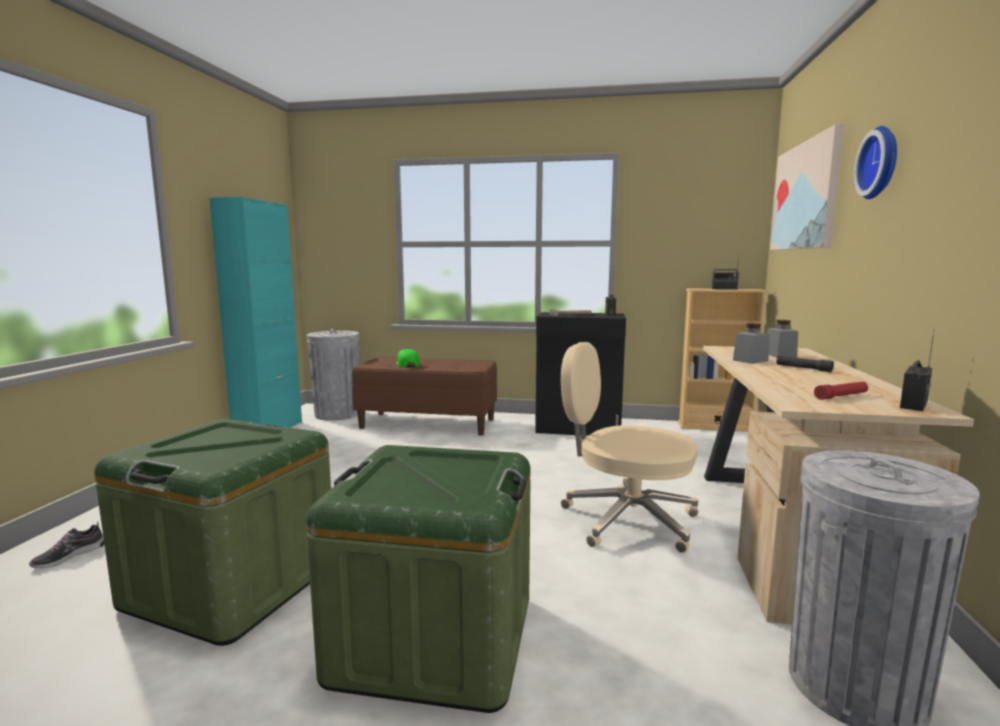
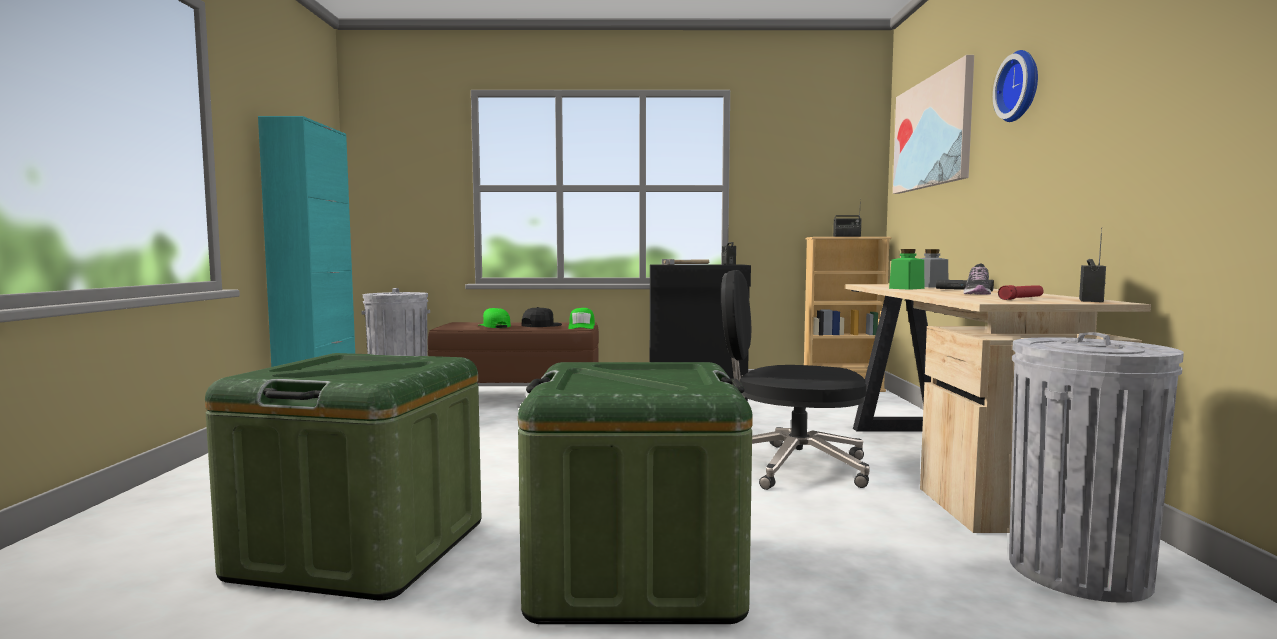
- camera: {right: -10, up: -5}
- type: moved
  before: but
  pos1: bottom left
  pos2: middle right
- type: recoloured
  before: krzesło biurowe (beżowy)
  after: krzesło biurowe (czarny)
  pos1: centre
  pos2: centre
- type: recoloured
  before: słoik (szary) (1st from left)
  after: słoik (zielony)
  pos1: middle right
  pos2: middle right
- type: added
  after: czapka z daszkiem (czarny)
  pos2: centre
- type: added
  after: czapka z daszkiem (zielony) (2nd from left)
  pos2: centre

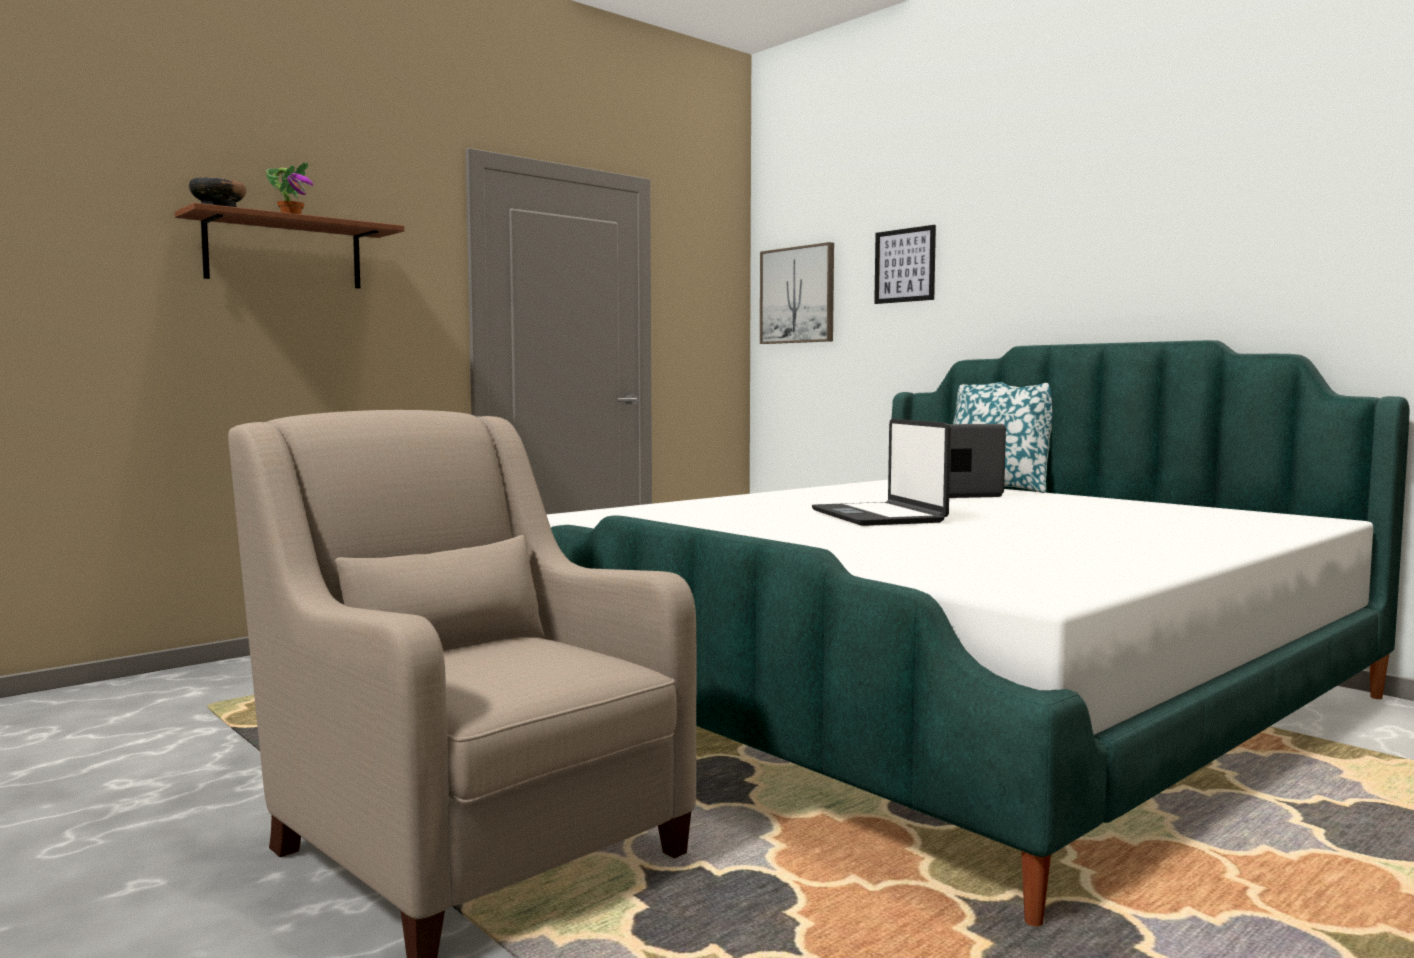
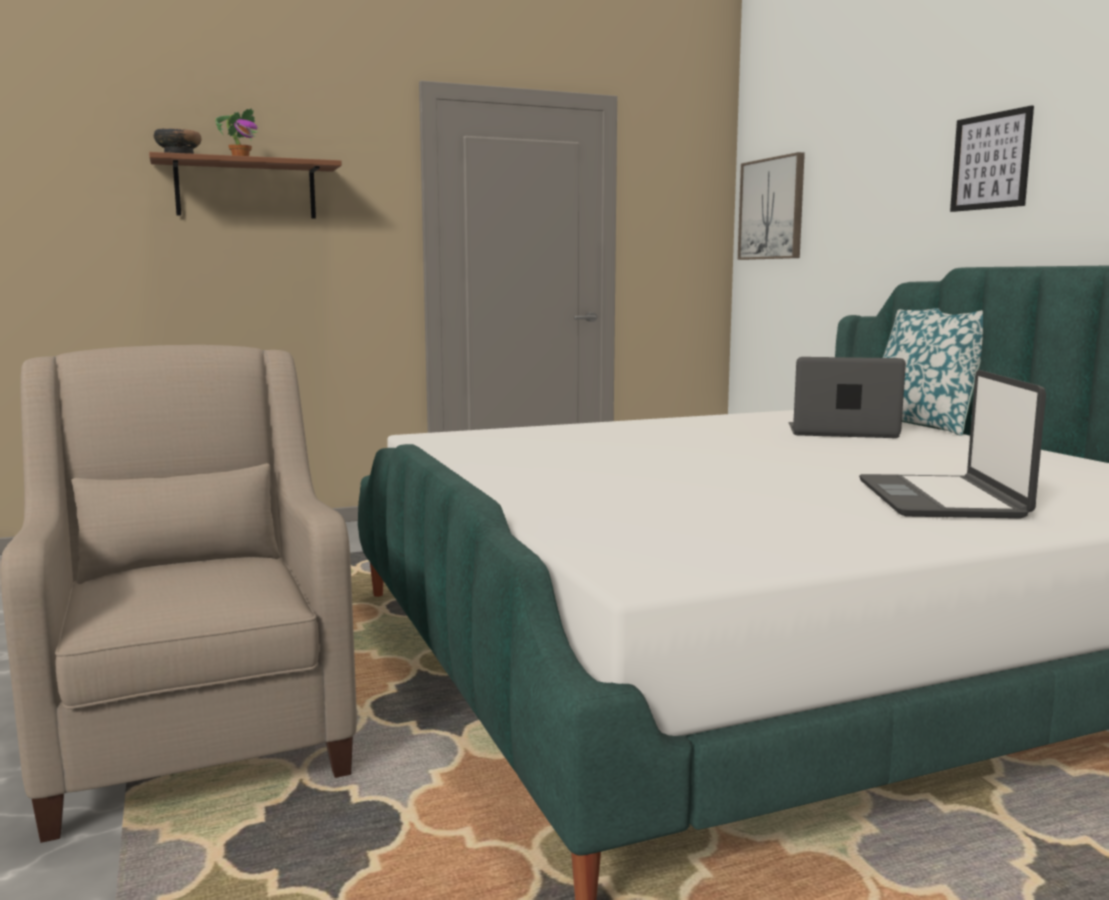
- camera: {right: 20, up: 5}
- type: moved
  before: laptop (1st from left in the first image)
  after: laptop (2nd from left)
  pos1: centre
  pos2: middle right
- type: moved
  before: obraz (2nd from left)
  pos1: top centre
  pos2: top right

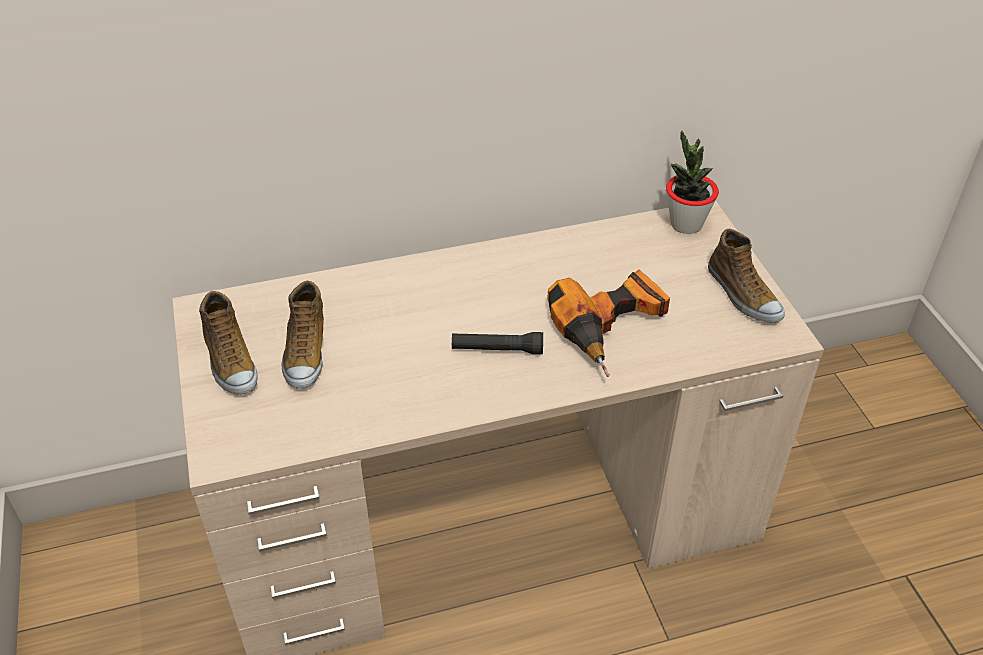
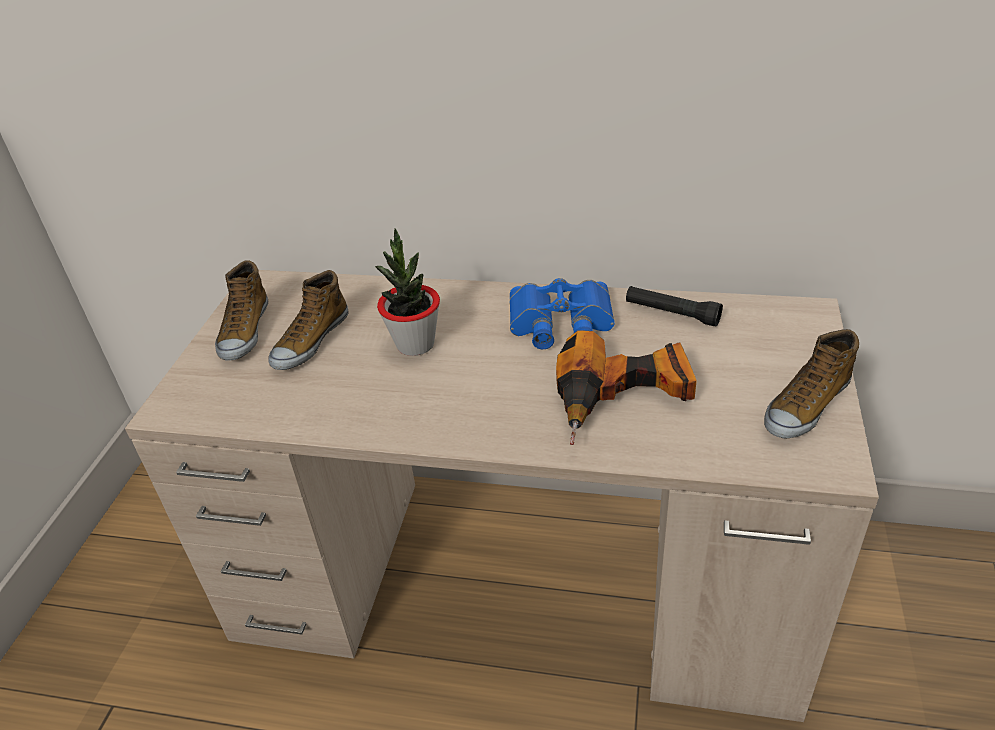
- camera: {right: 30, up: -5}
- type: moved
  before: latarka (czarny)
  pos1: centre
  pos2: middle right
- type: moved
  before: roślina doniczkowa
  pos1: top right
  pos2: centre
- type: turned
  before: but (3rd from left)
  pos1: middle right
  pos2: middle right
  turn: 45
- type: added
  after: lornetka (niebieski)
  pos2: centre

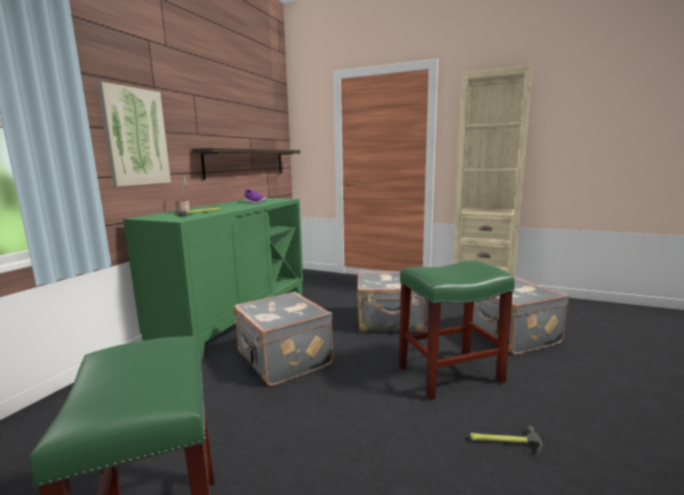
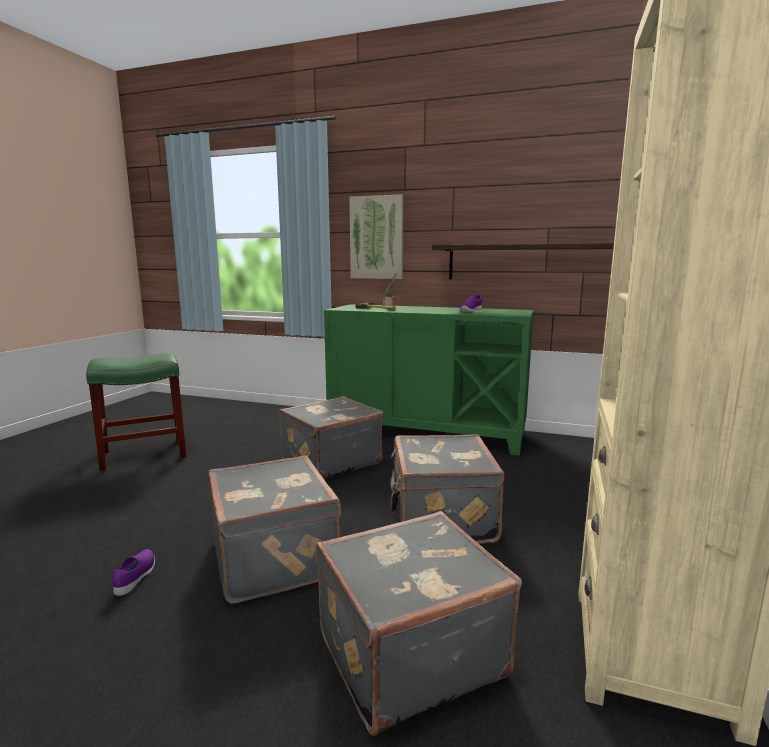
- camera: {right: 85, up: 0}
- type: replaced
  before: stołek (zielony) (2nd from left)
  after: walizka (szary) (1st from left)
  pos1: bottom right
  pos2: bottom centre
- type: replaced
  before: młotek (2nd from left)
  after: but (fioletowy) (1st from left)
  pos1: bottom right
  pos2: bottom left

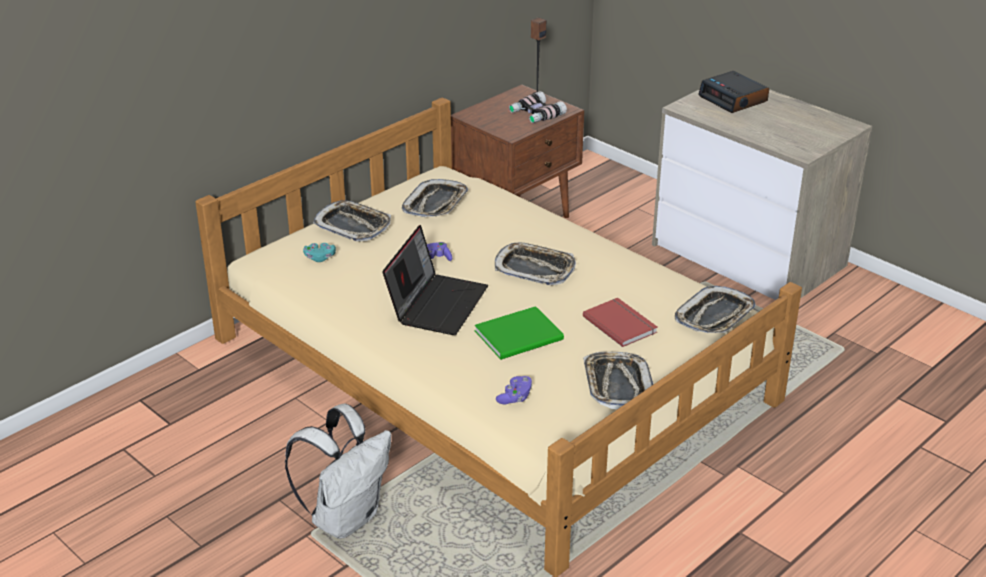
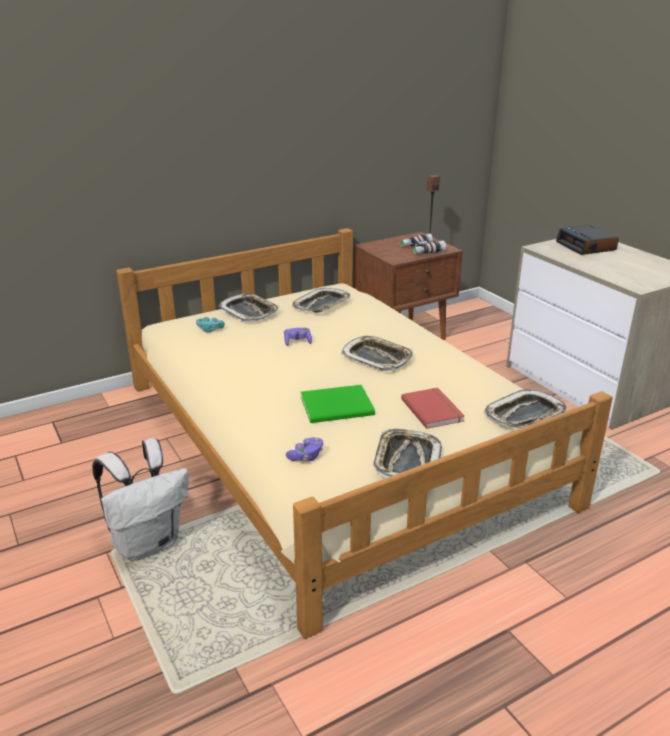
- camera: {right: 15, up: -5}
- type: removed
  before: laptop
  pos1: centre

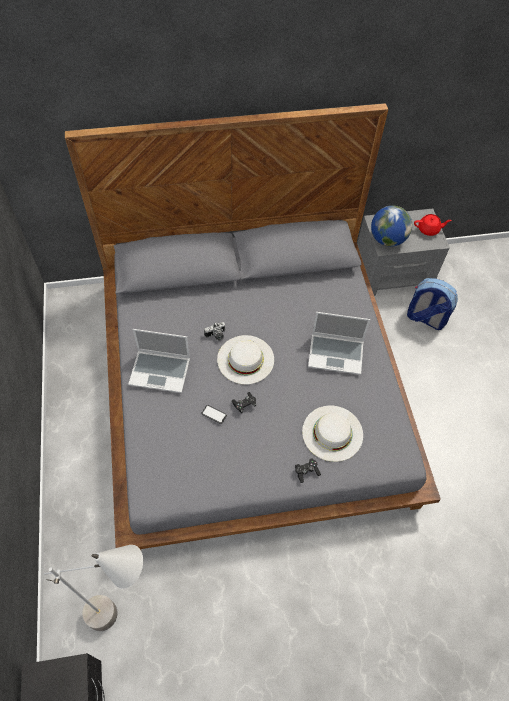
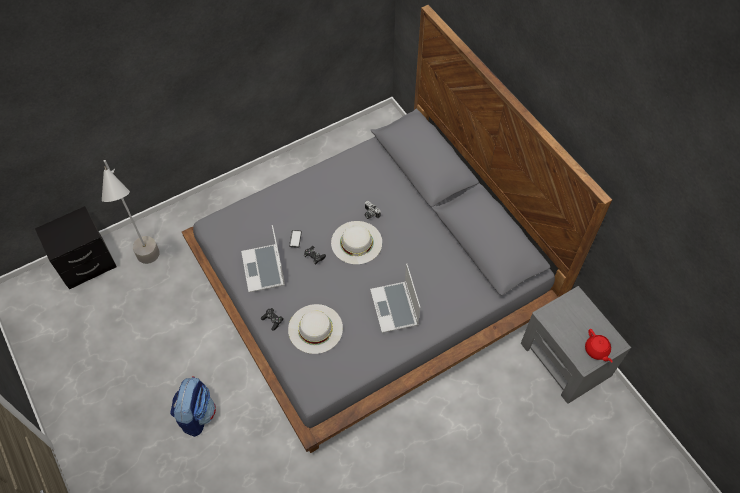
- camera: {right: 70, up: 0}
- type: moved
  before: laptop (1st from left)
  pos1: middle left
  pos2: centre
- type: removed
  before: globus
  pos1: top right
- type: moved
  before: plecak
  pos1: middle right
  pos2: bottom left

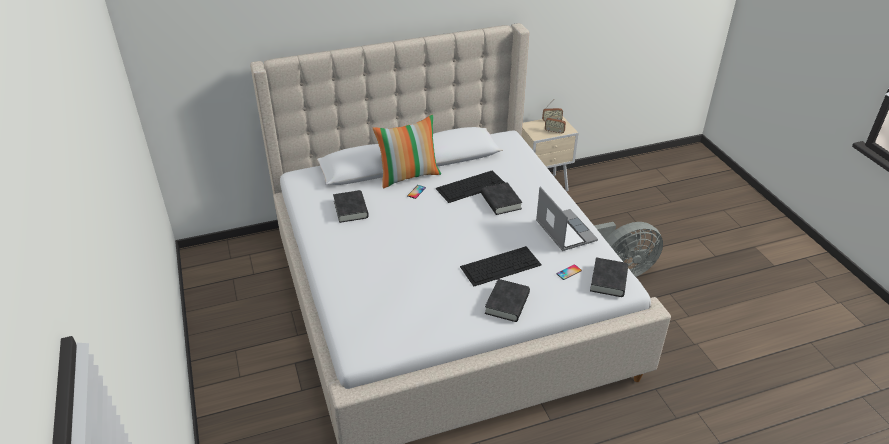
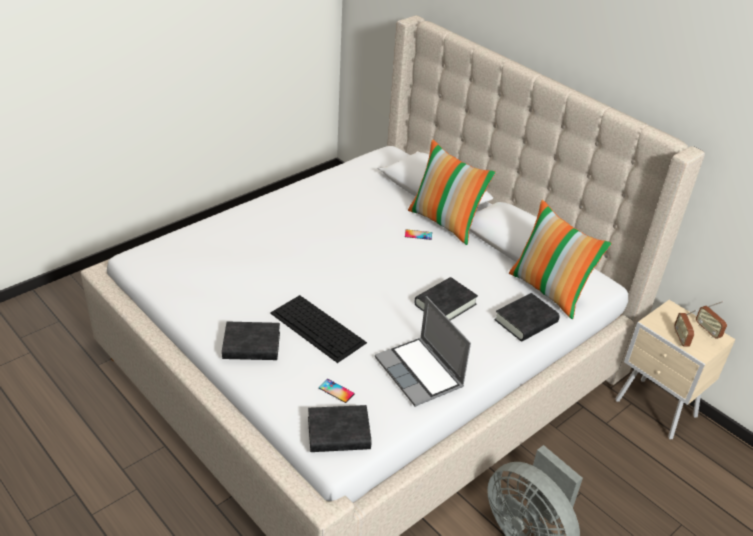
- camera: {right: 65, up: 0}
- type: moved
  before: książka (czarny) (1st from left in the first image)
  after: książka (czarny) (4th from left)
  pos1: centre
  pos2: middle right
- type: removed
  before: klawiatura (1st from left)
  pos1: centre
- type: turned
  before: laptop
  pos1: centre
  pos2: centre
  turn: 105
- type: added
  after: poduszka (2nd from left)
  pos2: middle right

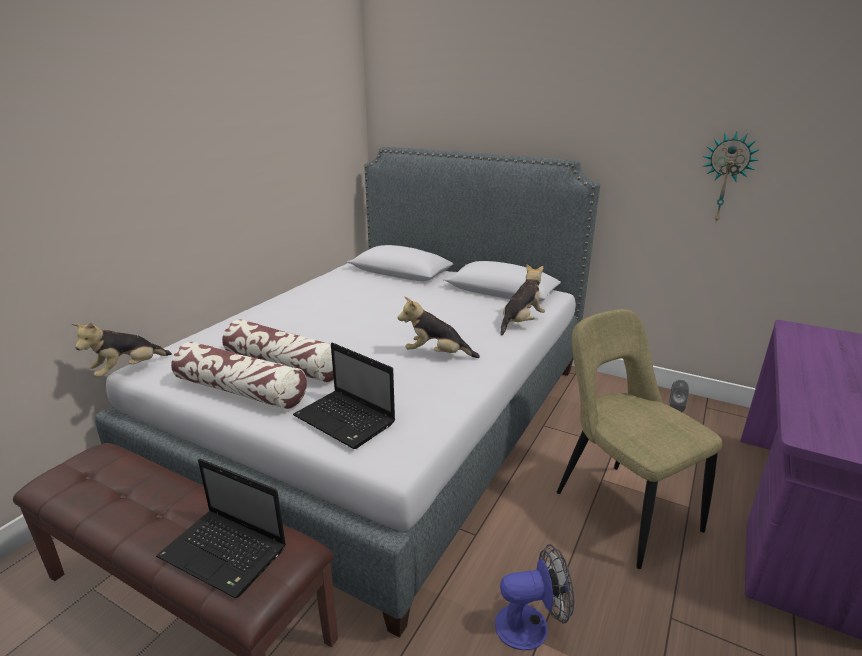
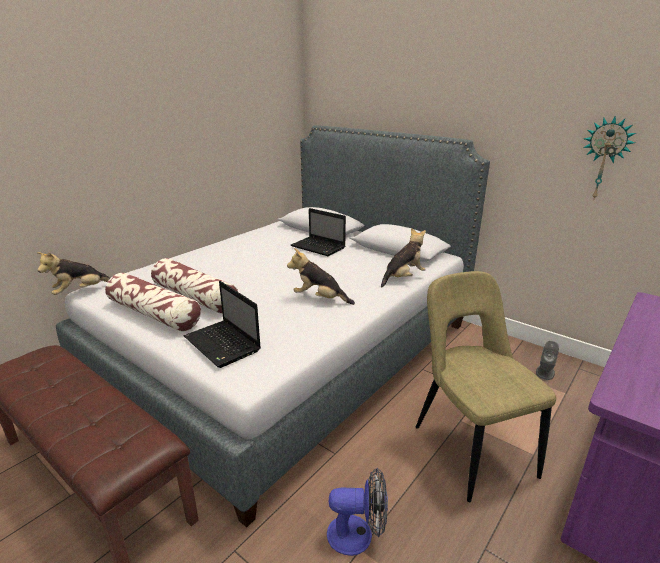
- camera: {right: 10, up: 0}
- type: moved
  before: laptop (1st from left in the first image)
  after: laptop (2nd from left)
  pos1: bottom left
  pos2: centre

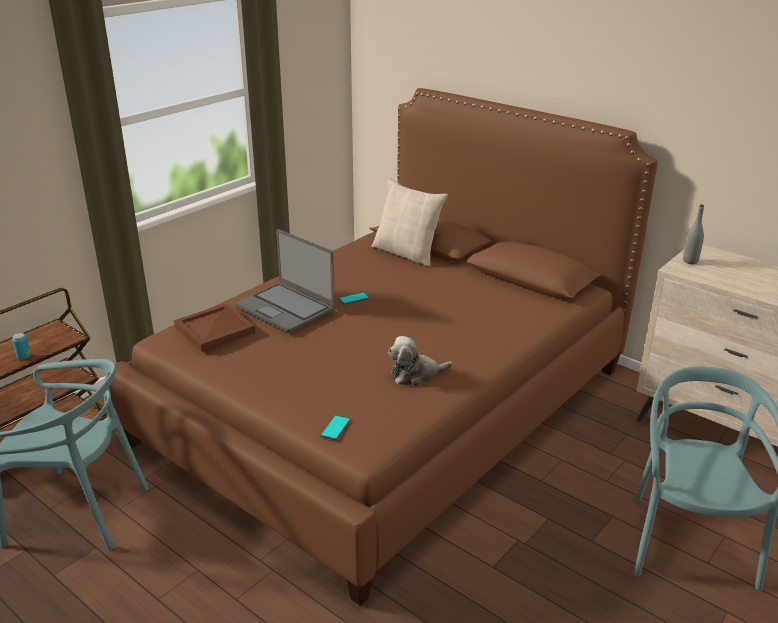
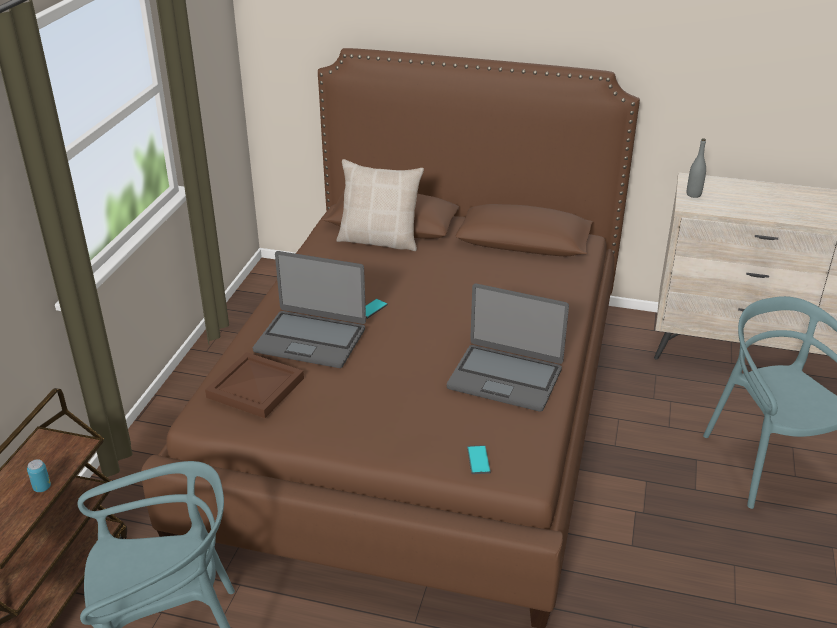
- camera: {right: -25, up: 5}
- type: replaced
  before: pluszak
  after: laptop (2nd from left)
  pos1: centre
  pos2: centre

